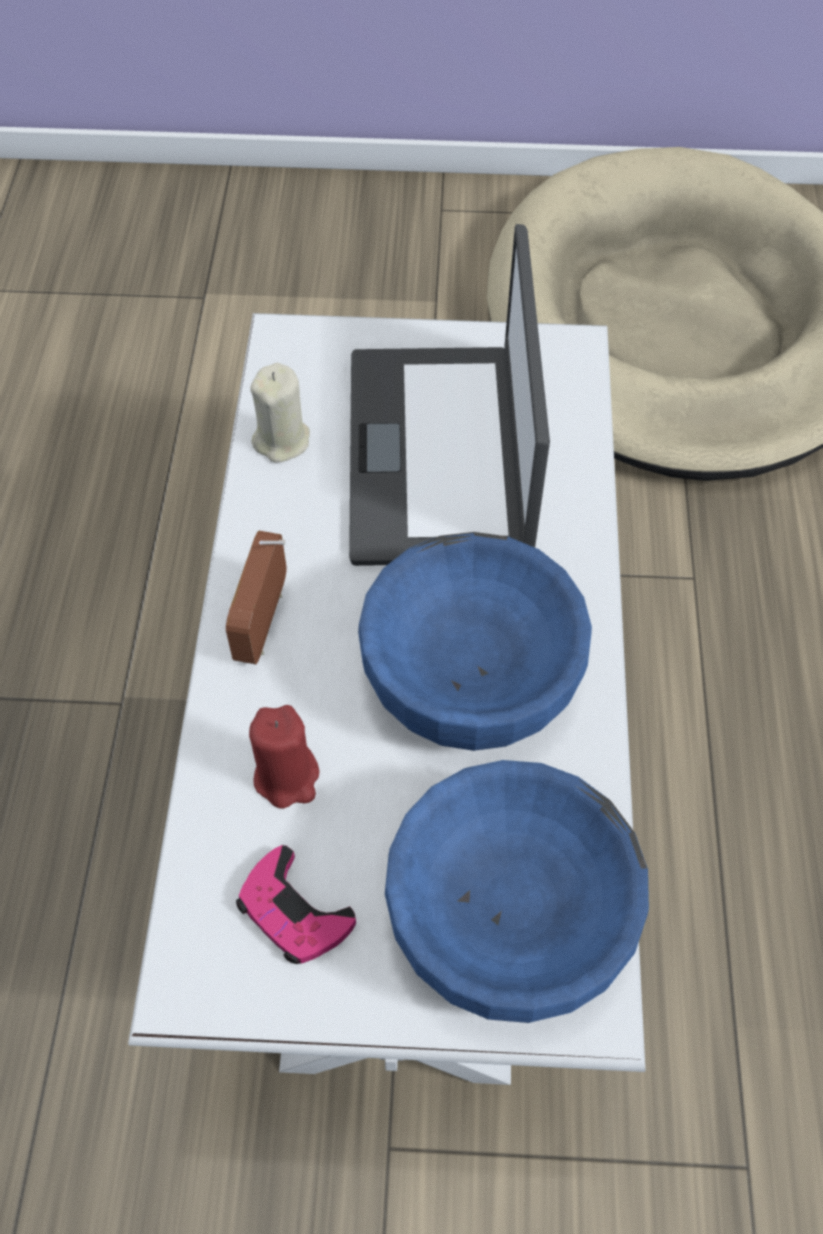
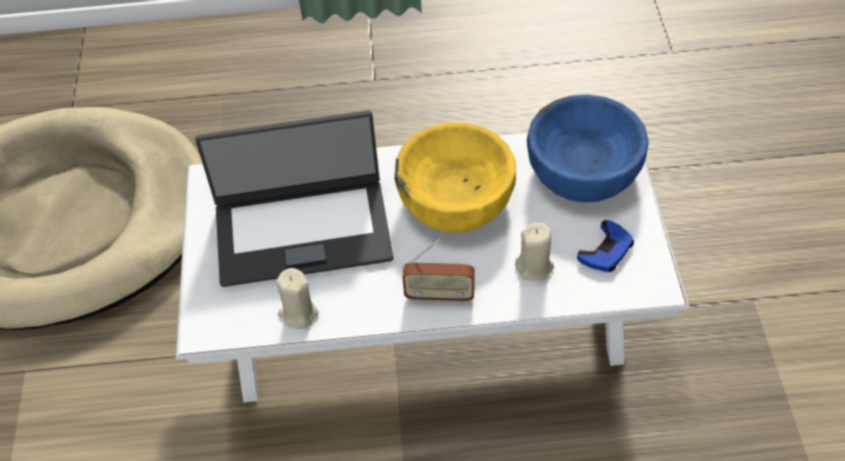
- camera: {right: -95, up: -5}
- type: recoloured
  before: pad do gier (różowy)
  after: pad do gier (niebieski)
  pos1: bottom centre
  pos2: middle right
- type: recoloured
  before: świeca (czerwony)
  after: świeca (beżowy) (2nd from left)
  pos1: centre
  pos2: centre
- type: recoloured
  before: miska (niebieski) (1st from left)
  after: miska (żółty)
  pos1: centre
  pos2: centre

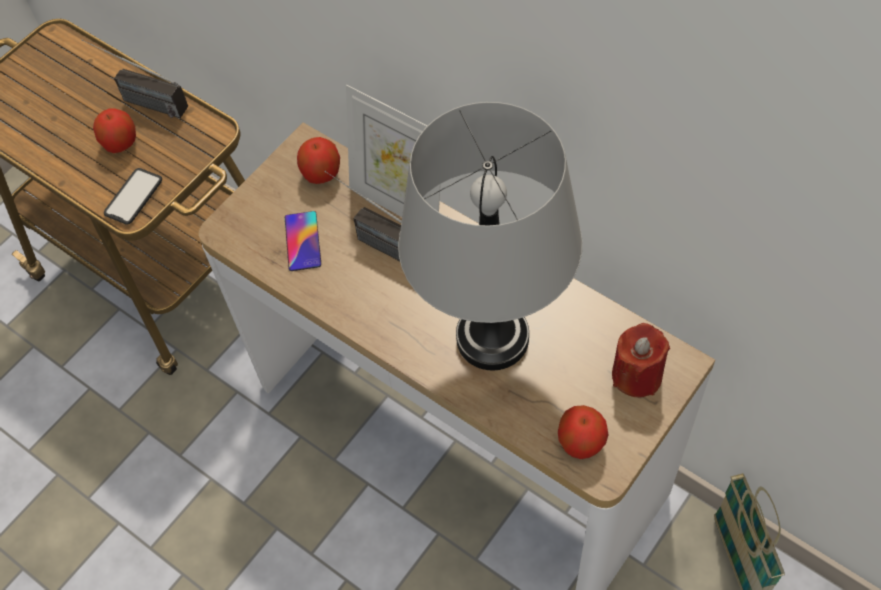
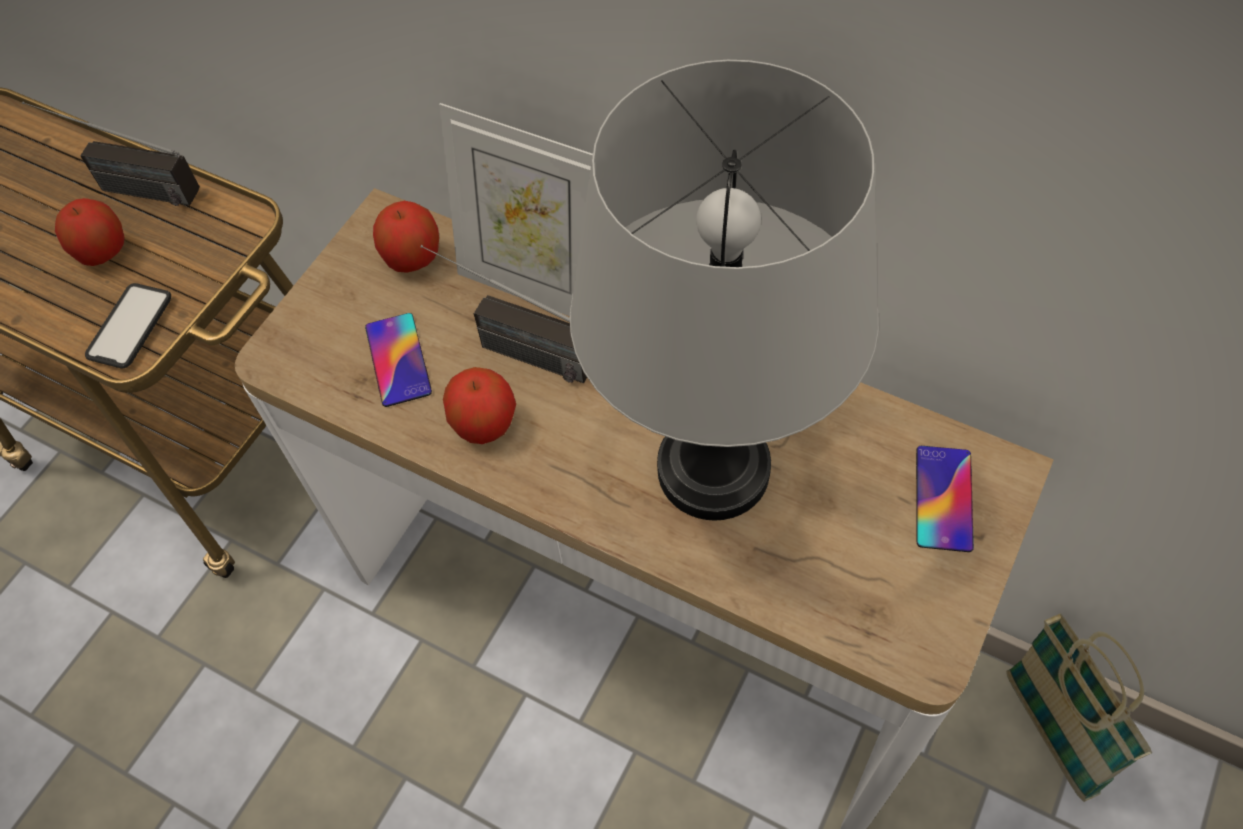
- camera: {right: -10, up: 0}
- type: moved
  before: jabłko (3rd from left)
  pos1: bottom centre
  pos2: centre
- type: replaced
  before: świeca (czerwony)
  after: telefon (3rd from left)
  pos1: middle right
  pos2: middle right

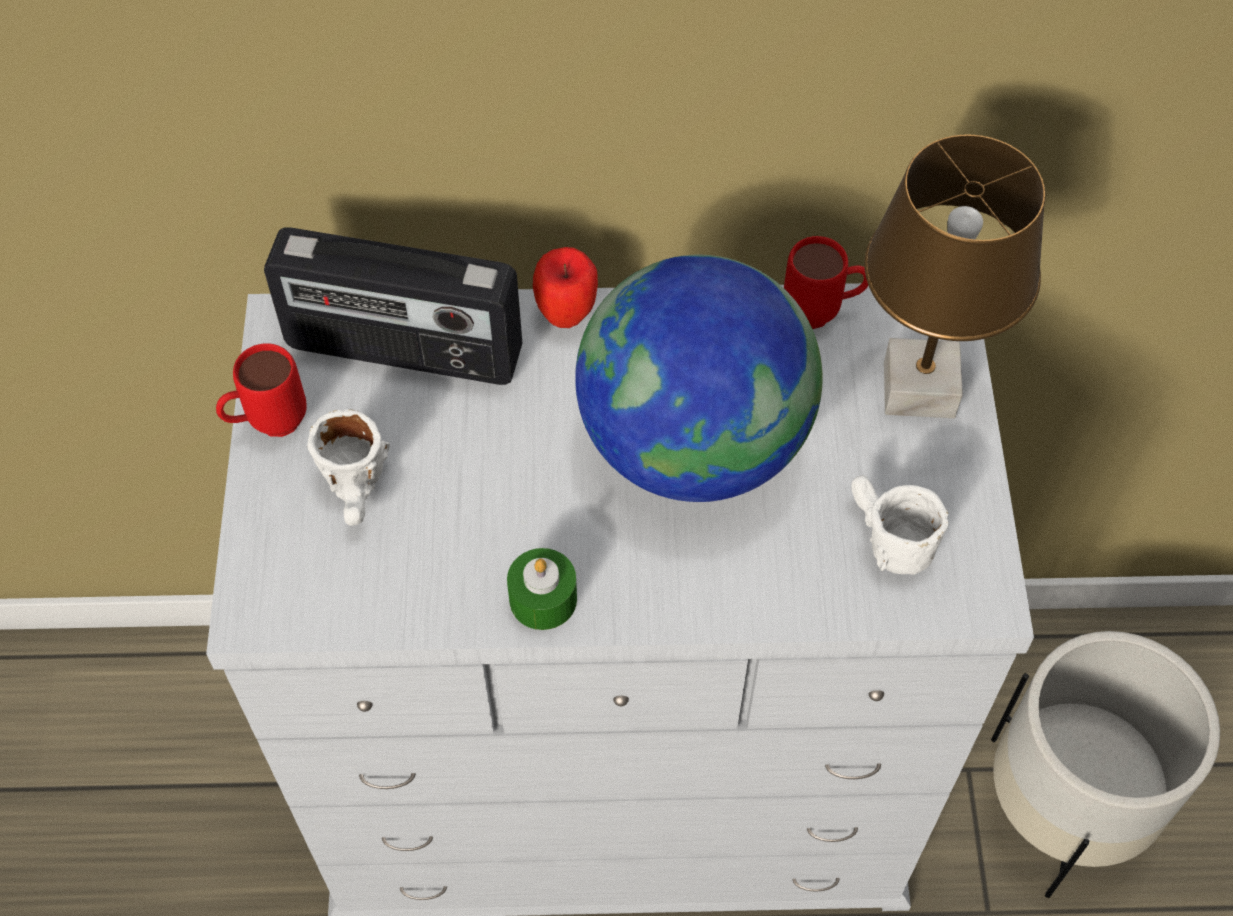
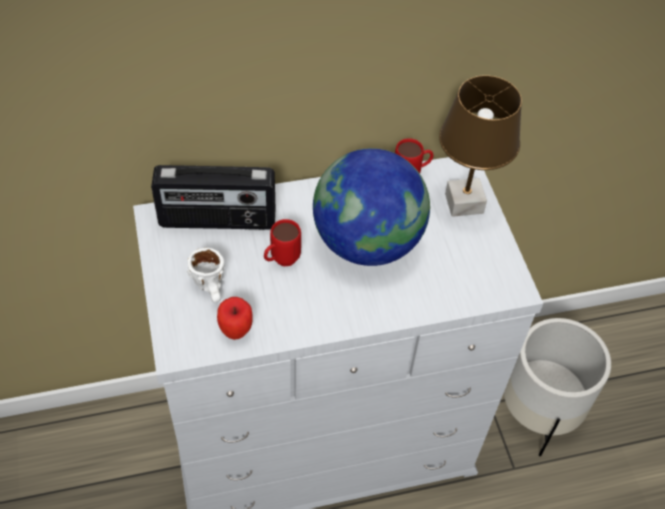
- camera: {right: -15, up: -5}
- type: moved
  before: kubek (czerwony) (1st from left)
  pos1: middle left
  pos2: centre
- type: removed
  before: świeca (zielony)
  pos1: centre
- type: moved
  before: jabłko
  pos1: top centre
  pos2: centre
- type: removed
  before: kubek (biały) (2nd from left)
  pos1: middle right

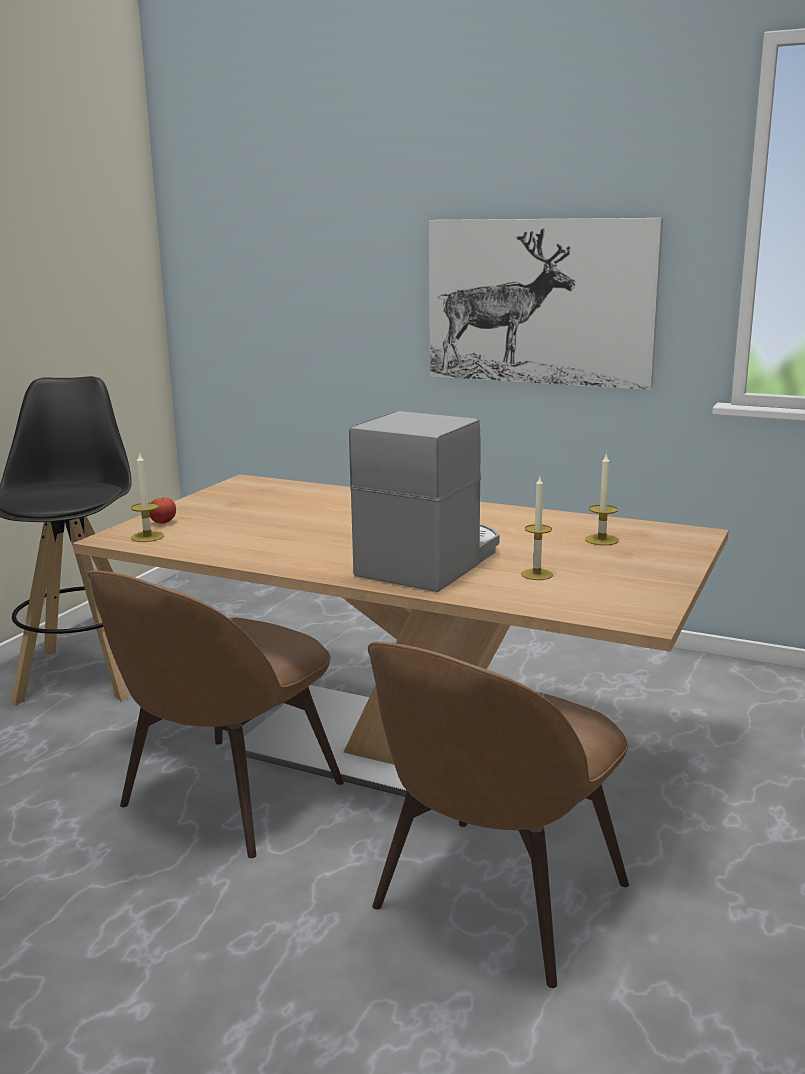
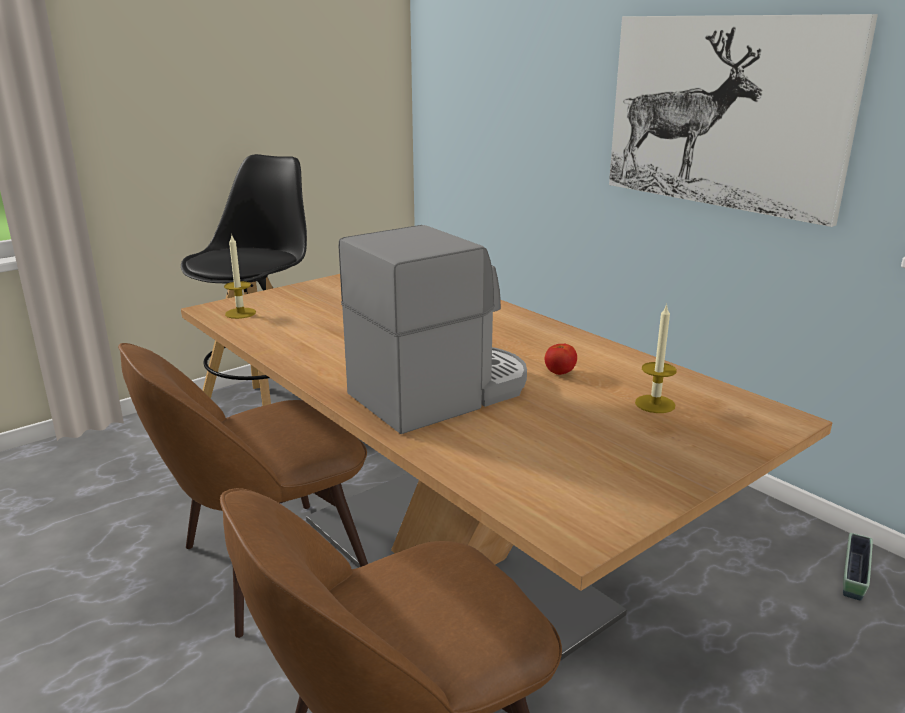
- camera: {right: 25, up: 5}
- type: moved
  before: pomidor
  pos1: middle left
  pos2: centre
- type: removed
  before: świeca (2nd from left)
  pos1: middle right
- type: added
  after: donica
  pos2: bottom right

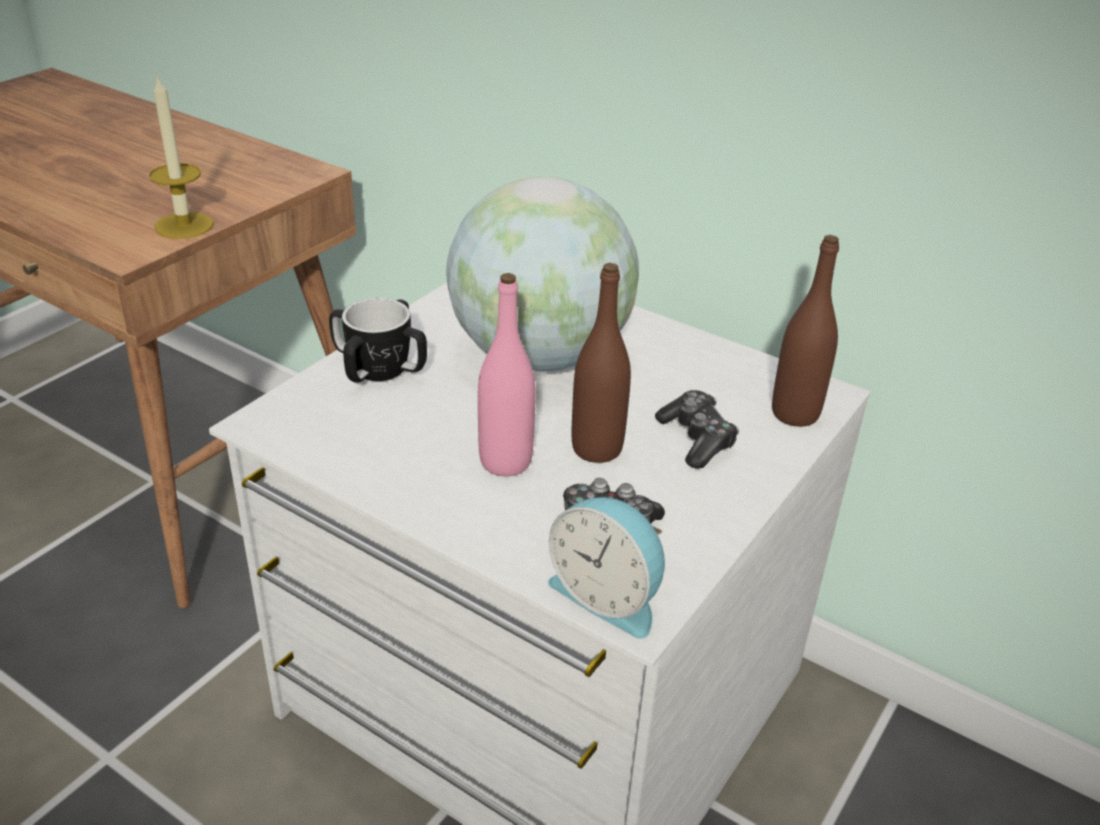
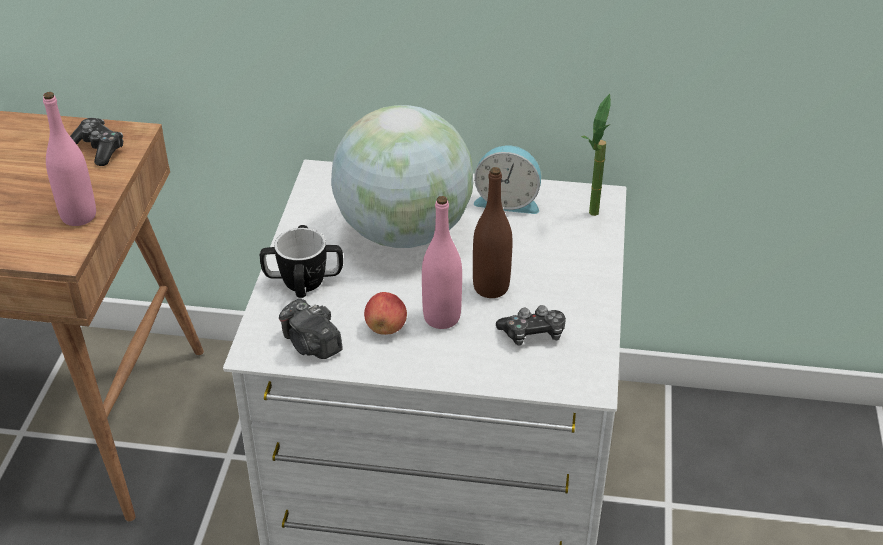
- camera: {right: -25, up: 5}
- type: replaced
  before: świeca
  after: butelka (różowy) (1st from left)
  pos1: top left
  pos2: top left
- type: moved
  before: budzik
  pos1: bottom centre
  pos2: top centre
- type: moved
  before: pad do gier (2nd from left in the first image)
  after: pad do gier (1st from left)
  pos1: centre
  pos2: top left
- type: replaced
  before: butelka (brązowy) (2nd from left)
  after: roślina doniczkowa
  pos1: middle right
  pos2: top right
- type: added
  after: aparat fotograficzny
  pos2: centre
- type: added
  after: jabłko
  pos2: centre

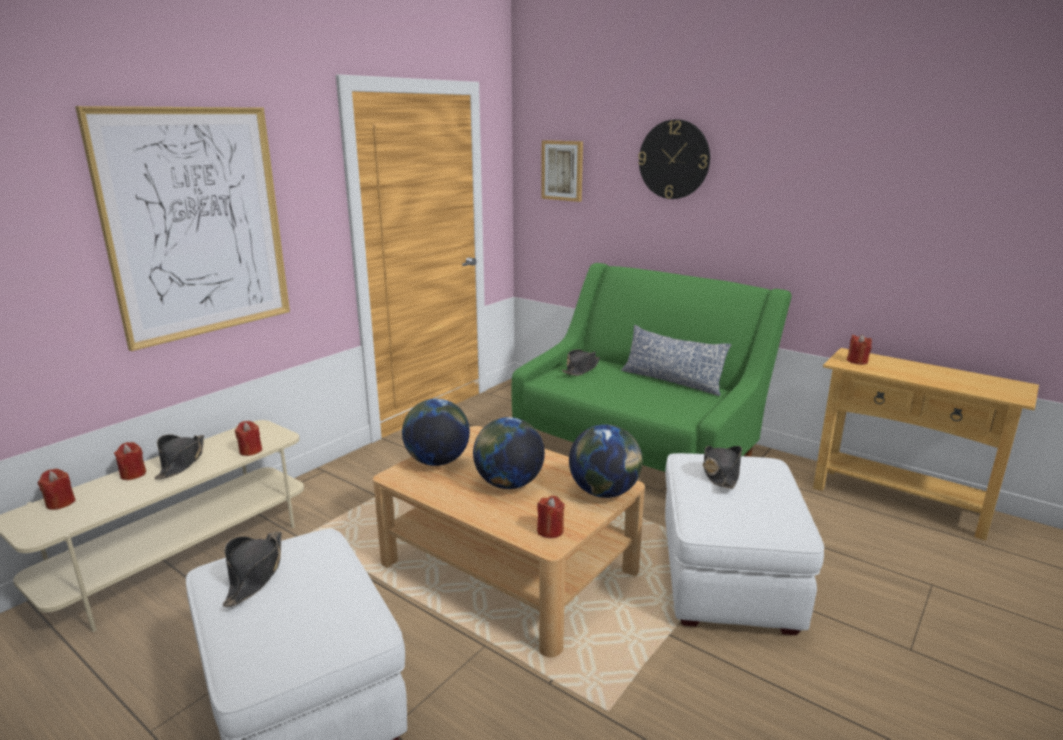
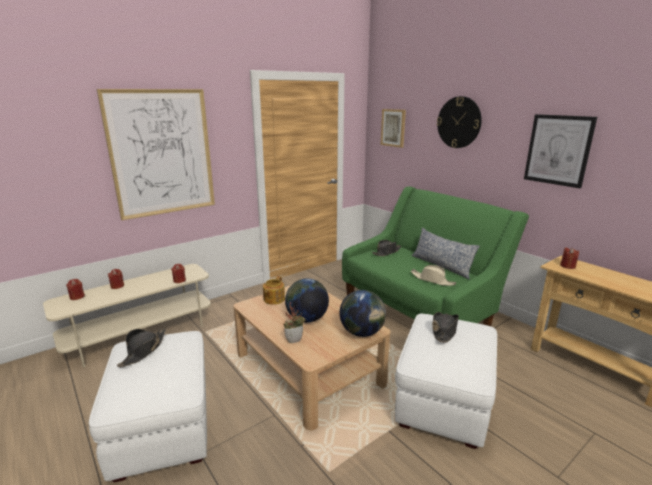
- camera: {right: 15, up: 0}
- type: removed
  before: kapelusz (czarny) (1st from left)
  pos1: middle left
- type: replaced
  before: globus (1st from left)
  after: imbryk
  pos1: centre
  pos2: centre
- type: removed
  before: świeca (czerwony) (4th from left)
  pos1: bottom centre
- type: added
  after: roślina doniczkowa
  pos2: centre
- type: added
  after: kapelusz (beżowy)
  pos2: centre
- type: added
  after: obraz (3rd from left)
  pos2: top right

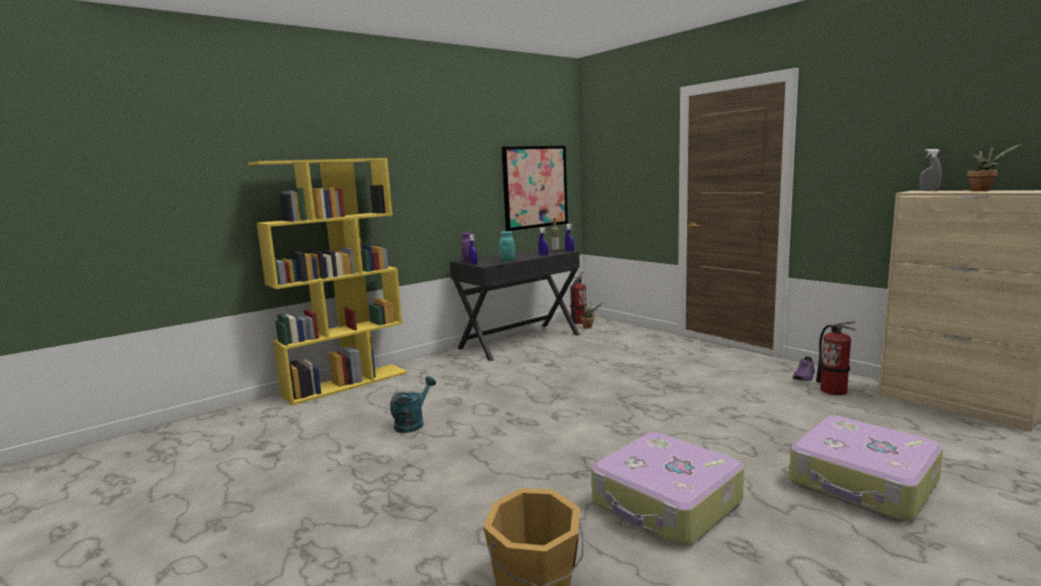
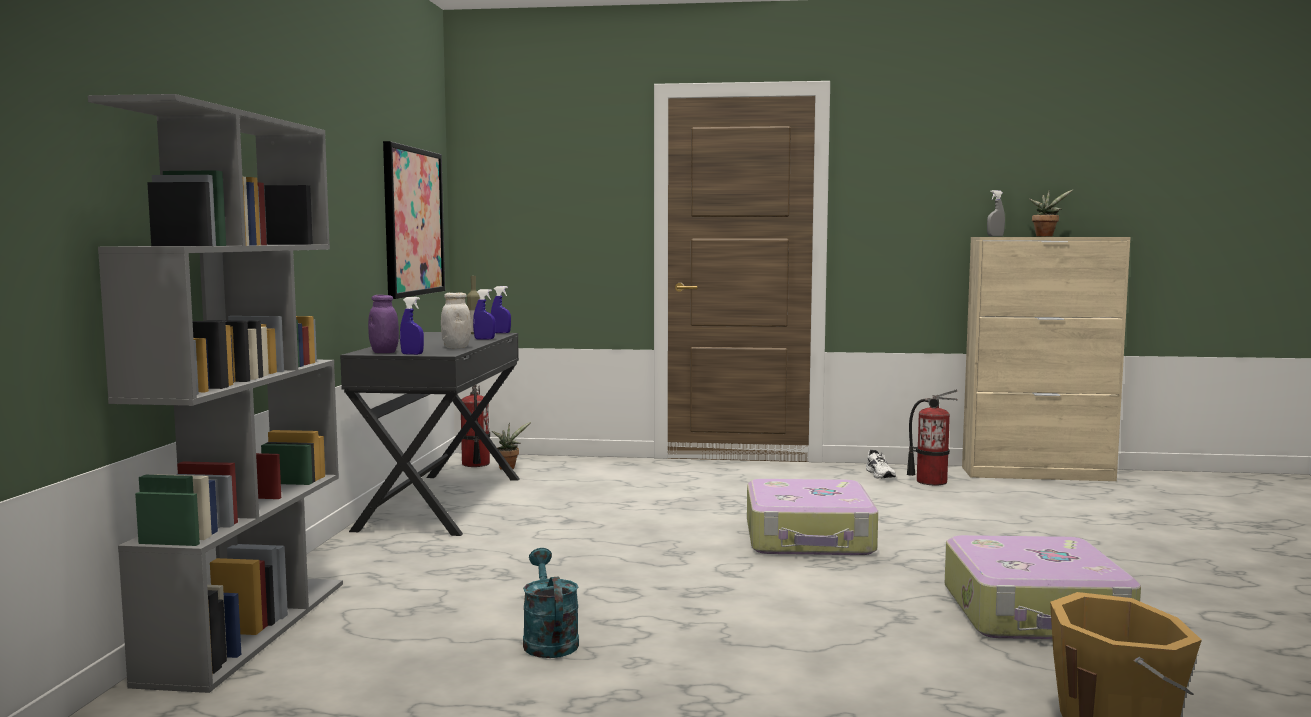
- camera: {right: -45, up: -5}
- type: recoloured
  before: regał (żółty)
  after: regał (szary)
  pos1: middle left
  pos2: middle left
- type: recoloured
  before: słoik (turkusowy)
  after: słoik (biały)
  pos1: centre
  pos2: centre
- type: moved
  before: walizka (2nd from left in the first image)
  after: walizka (1st from left)
  pos1: bottom right
  pos2: bottom centre
- type: recoloured
  before: but (fioletowy)
  after: but (biały)
  pos1: middle right
  pos2: middle right

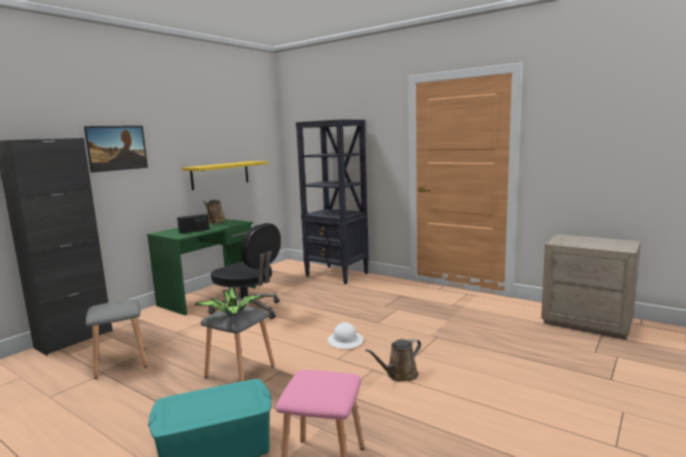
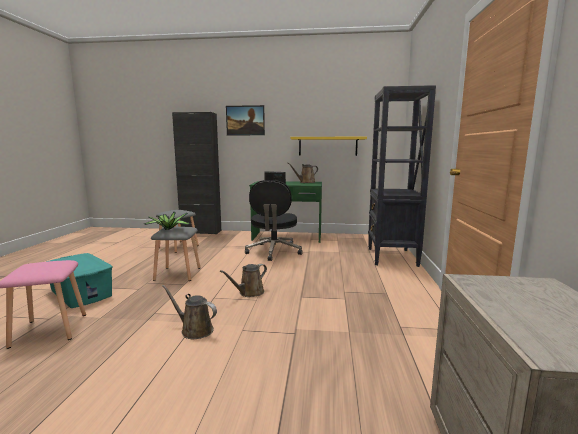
- camera: {right: 60, up: 0}
- type: replaced
  before: kask (biały)
  after: konewka (brązowy) (2nd from left)
  pos1: bottom centre
  pos2: centre

